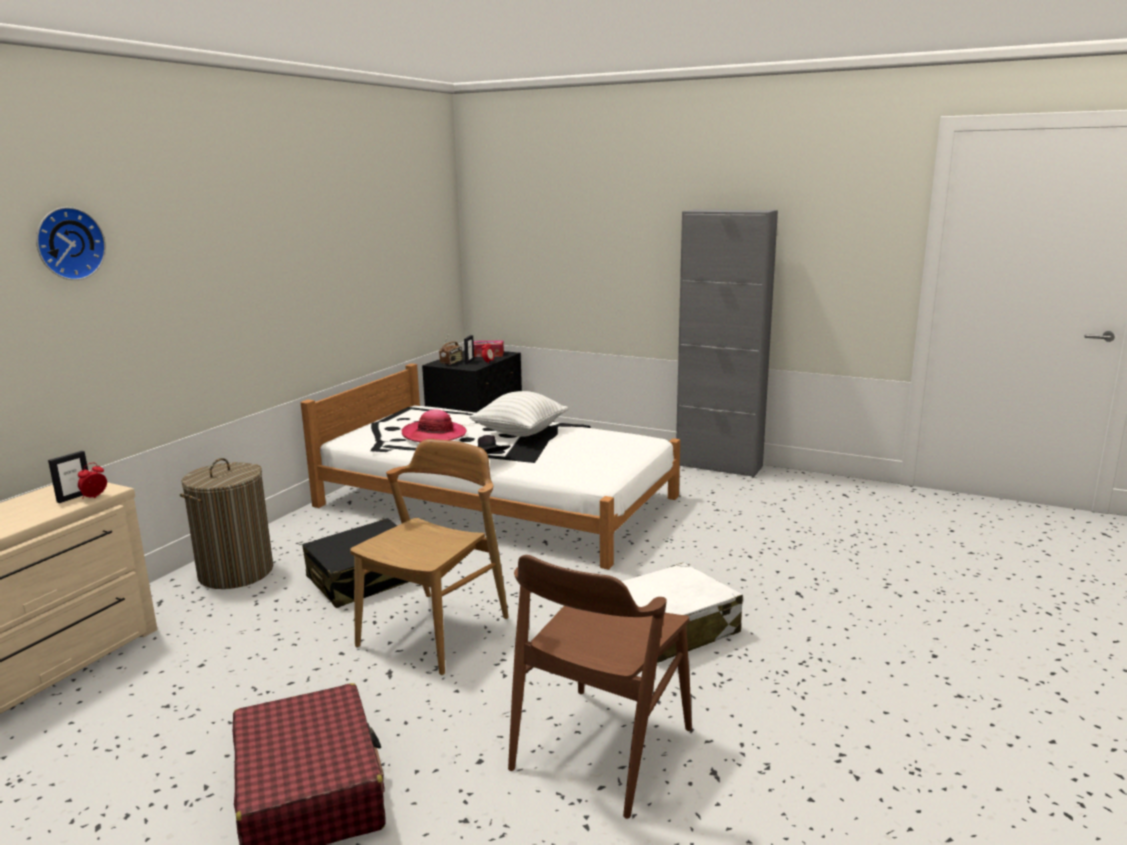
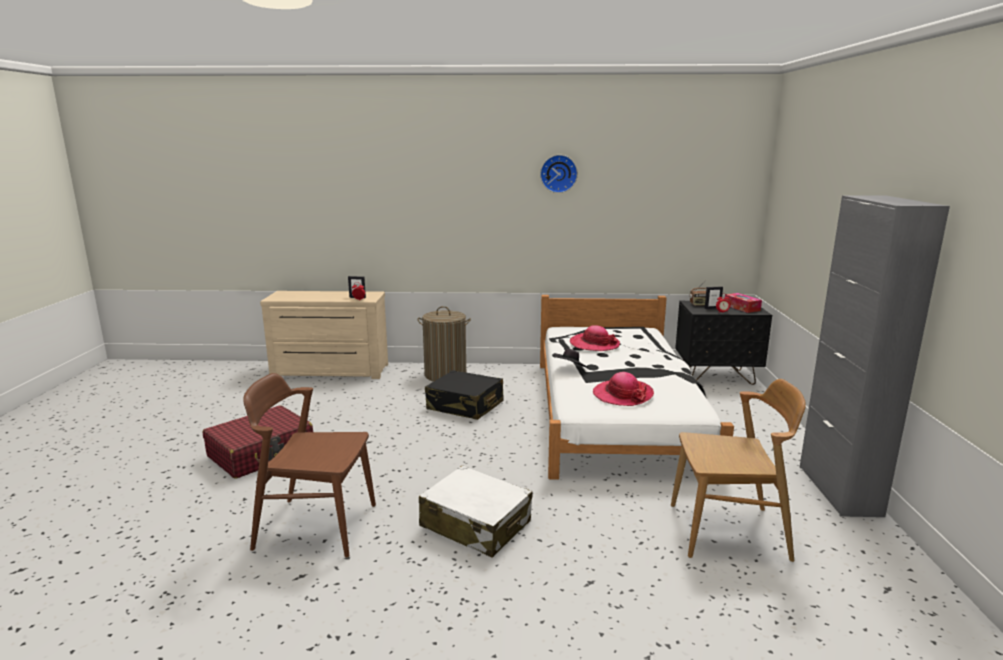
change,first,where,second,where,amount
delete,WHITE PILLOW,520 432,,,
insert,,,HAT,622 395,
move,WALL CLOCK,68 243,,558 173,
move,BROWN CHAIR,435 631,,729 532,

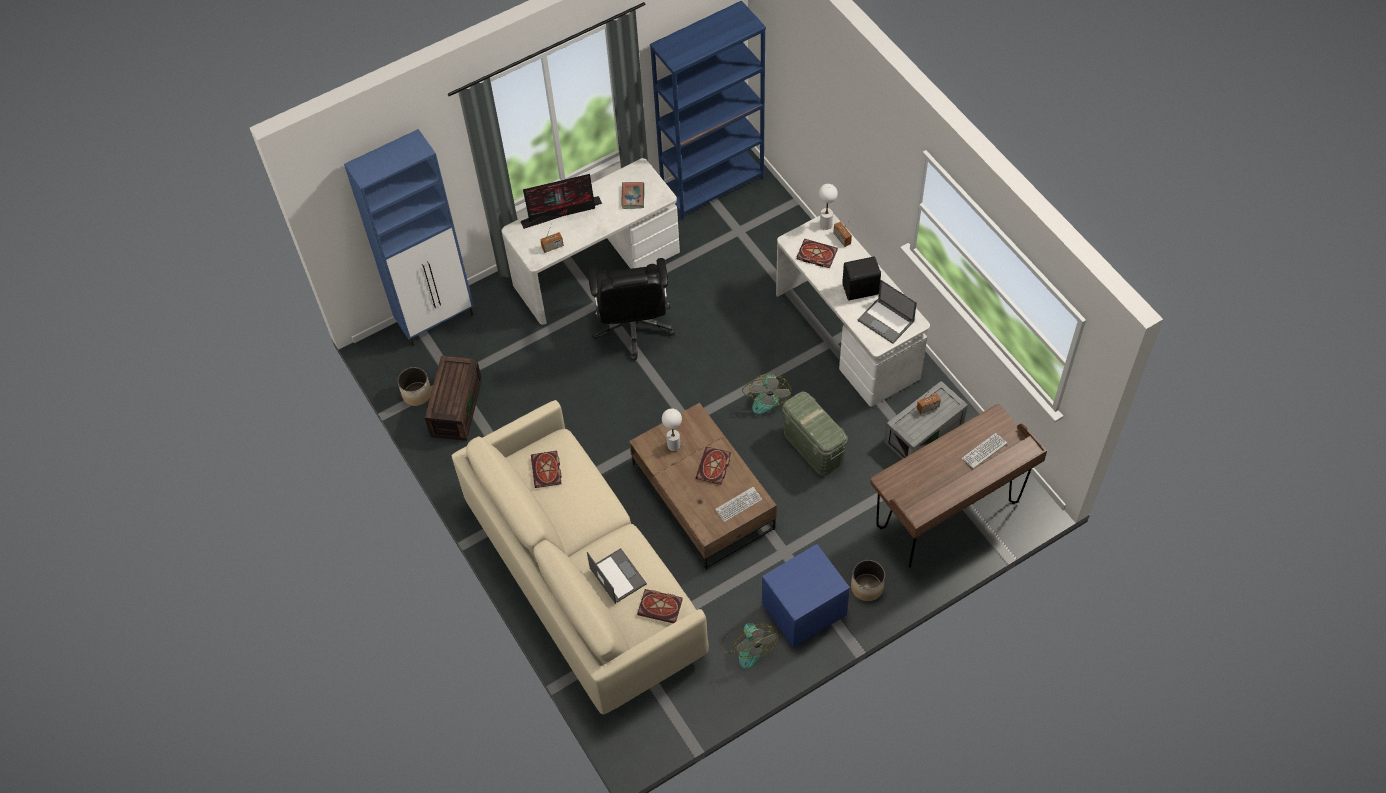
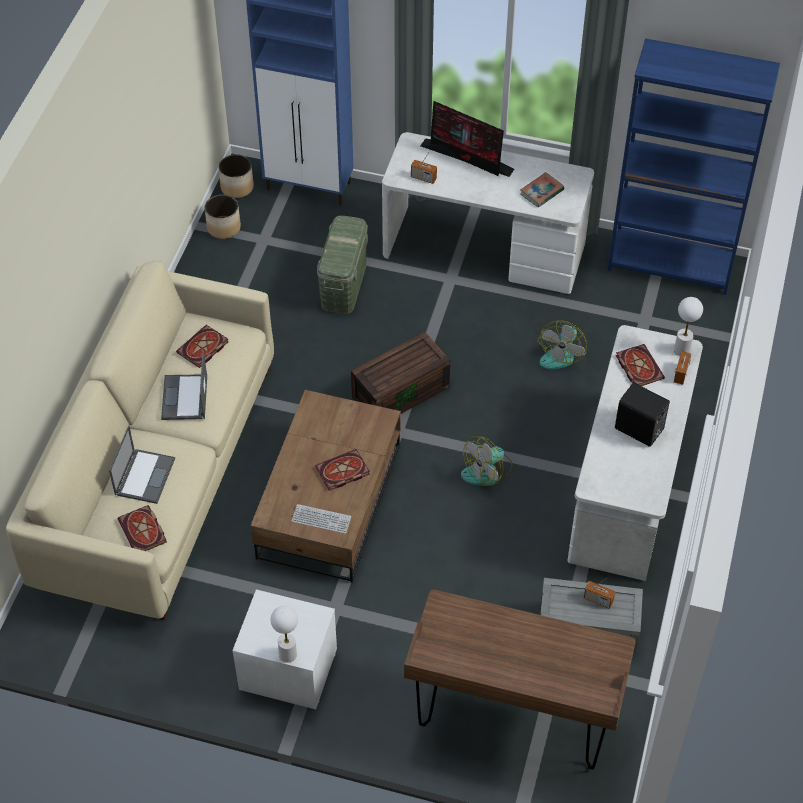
change,first,where,second,where,amount
delete,BLACK OFFICE CHAIR,633 328,,,
delete,KEYBOARD,984 451,,,
move,BROWN STORAGE BOX,455 406,,401 391,
move,WHITE TABLE LAMP,674 445,,288 654,
move,FAN,747 646,,560 353,
move,GREEN STORAGE BOX,812 447,,343 284,
move,PLANTER,866 587,,237 187,
move,LAPTOP,886 321,,185 398,
recolor,BLUE NIGHTSTAND,803 611,WHITE NIGHTSTAND,287 670,

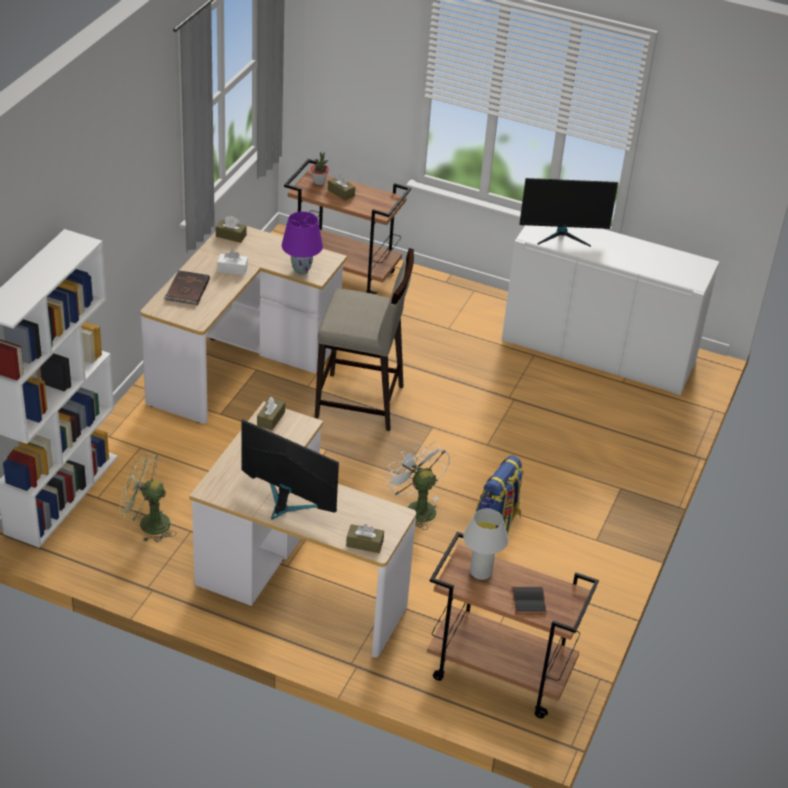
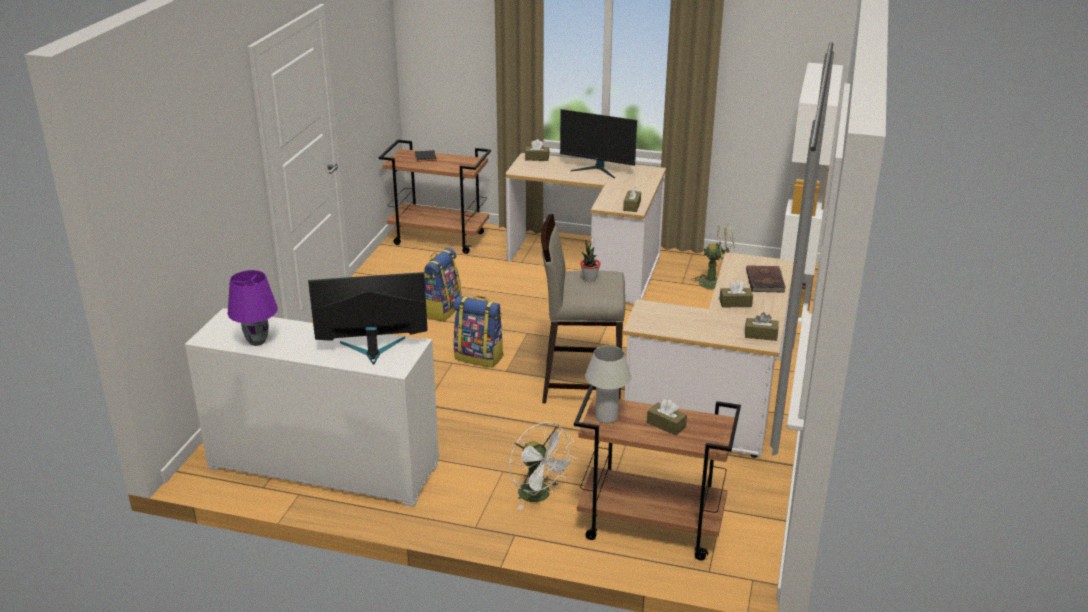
change,first,where,second,where,amount
insert,,,BACKPACK,479 357,
move,PURPLE TABLE LAMP,301 271,,257 341,
move,POTTED PLANT,319 182,,589 278,
move,WHITE FAN,416 508,,540 496,
move,WHITE TABLE LAMP,481 572,,606 417,
recolor,WHITE TISSUE BOX,232 269,BROWN TISSUE BOX,735 303,

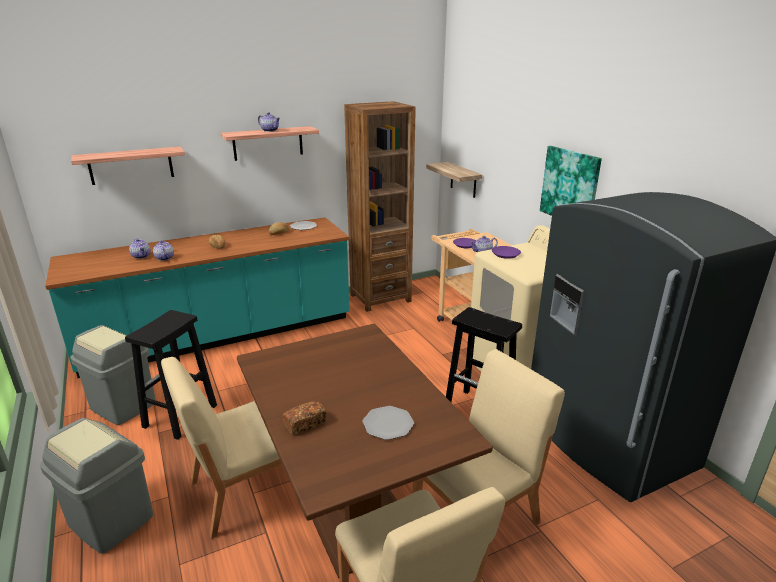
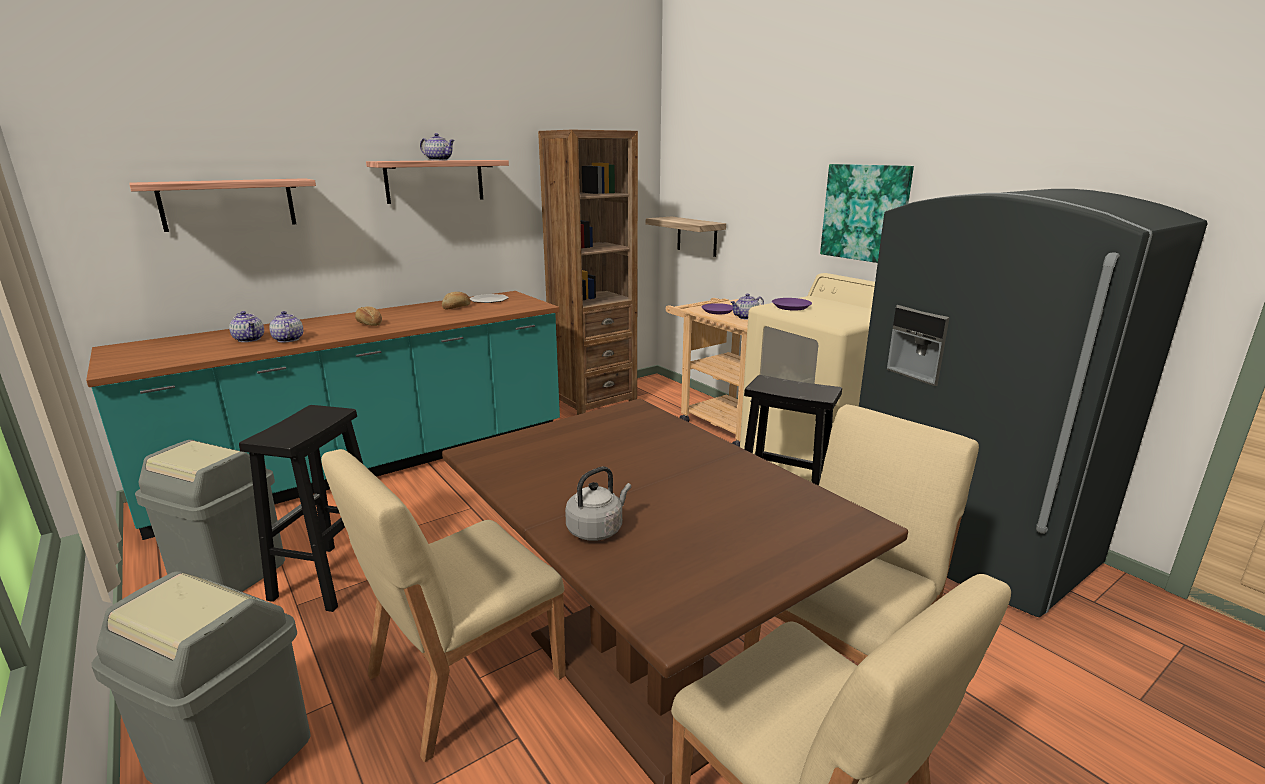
change,first,where,second,where,amount
delete,PLATE,388 424,,,
replace,BREAD,305 424,GREY KETTLE,597 529,

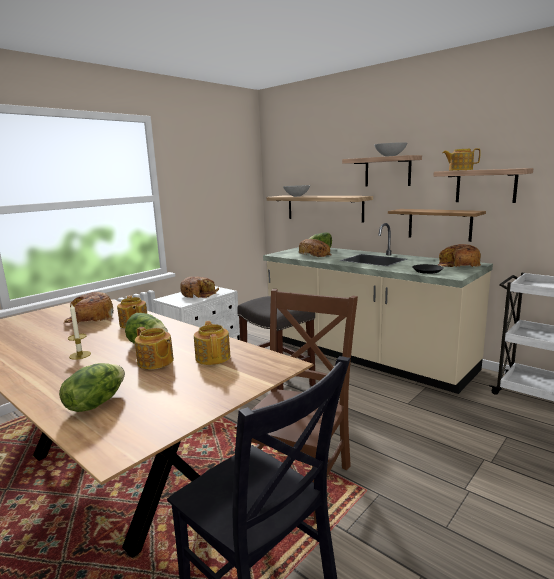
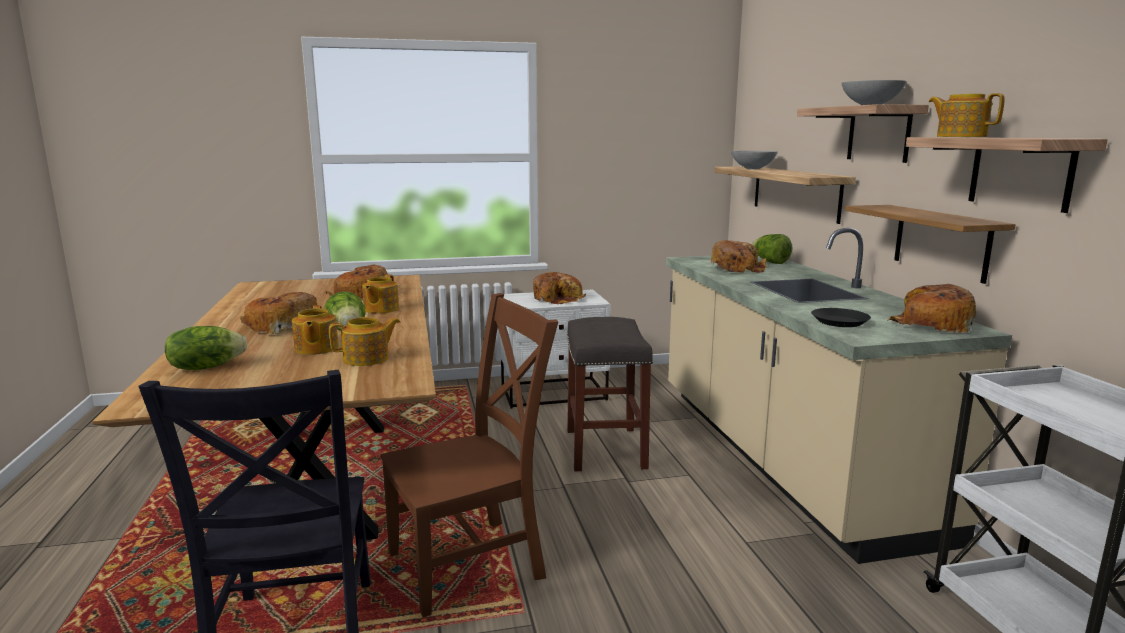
change,first,where,second,where,amount
replace,CANDLE,80 355,BREAD,281 326,
rotate,TEAPOT,213 357,,367 359,45 degrees clockwise

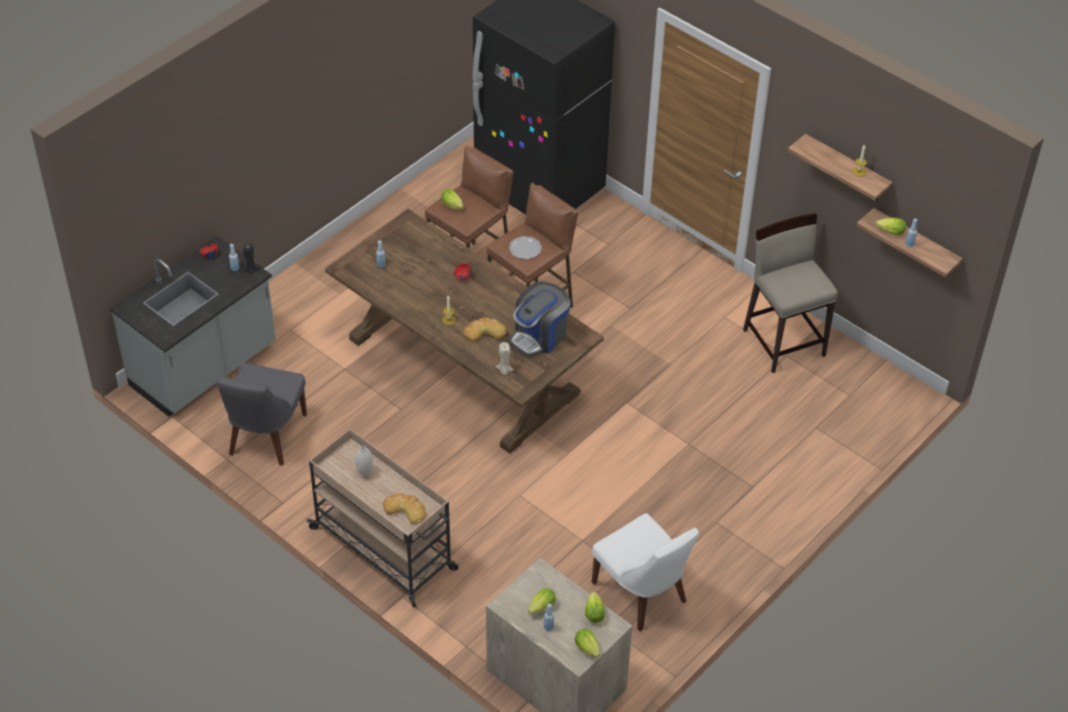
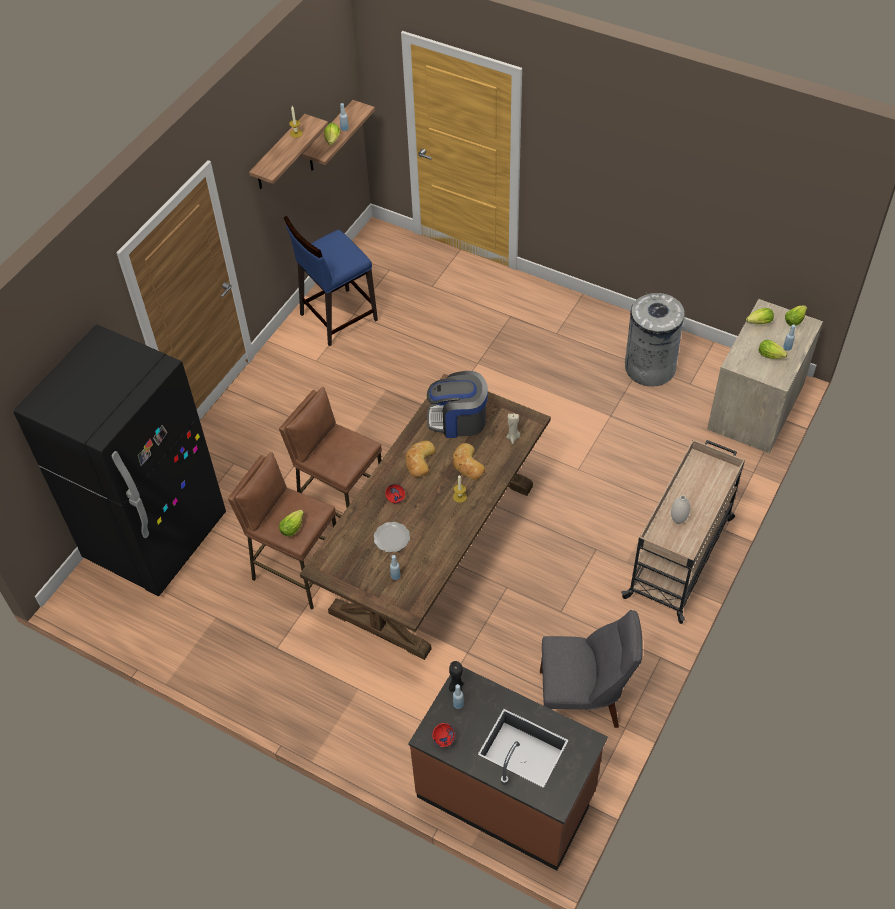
change,first,where,second,where,amount
move,BREAD,405 510,,419 460,
move,PLATE,525 248,,391 537,
replace,WHITE CHAIR,642 594,GREY TRASH CAN,649 367,
recolor,GREY COUNTER,204 368,BROWN COUNTER,506 794,
recolor,BEIGE STOOL,784 342,BLUE STOOL,337 317,
rotate,COFFEE MACHINE,539 335,,458 420,150 degrees clockwise

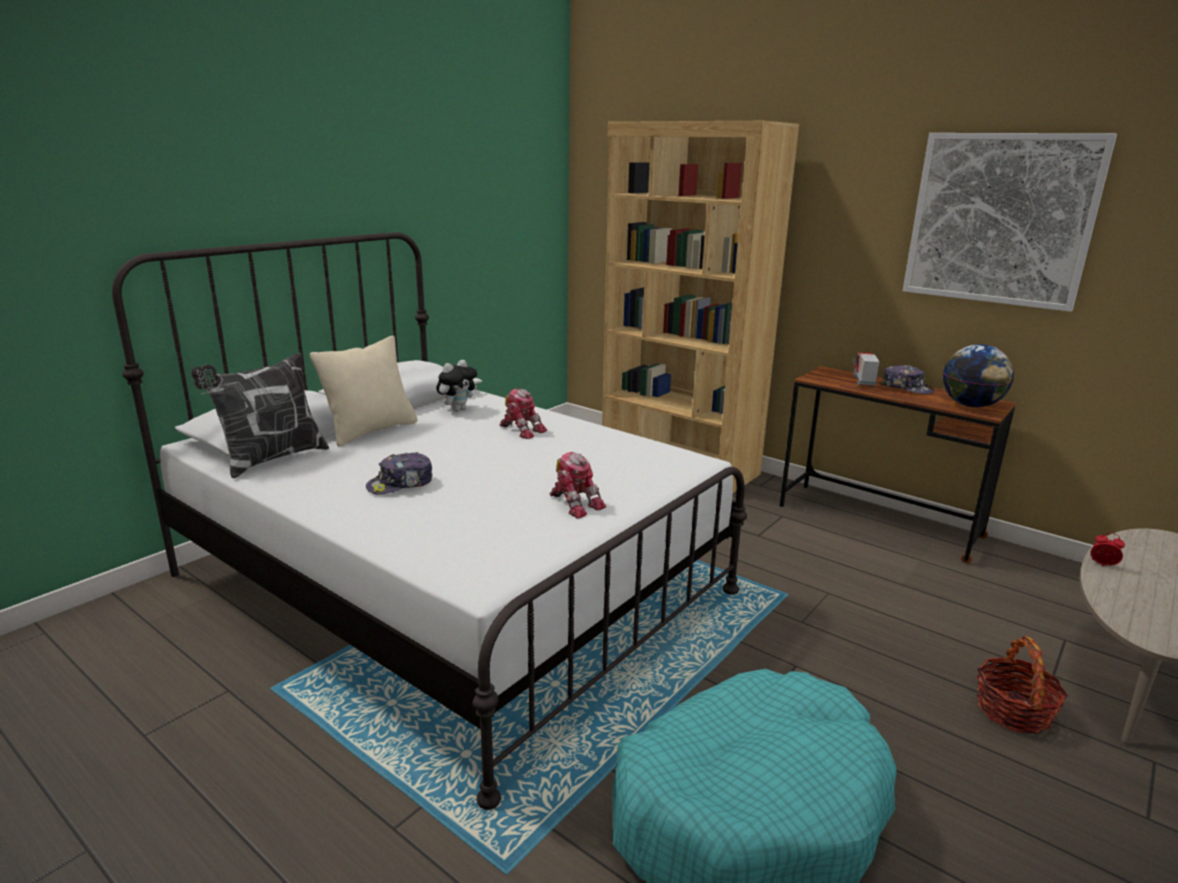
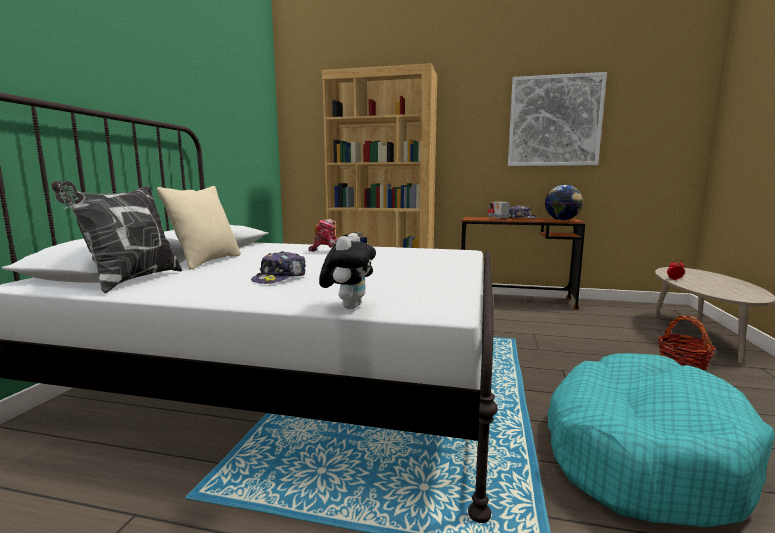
change,first,where,second,where,amount
delete,TOY ROBOT,575 503,,,
move,PLUSH TOY,458 409,,349 306,

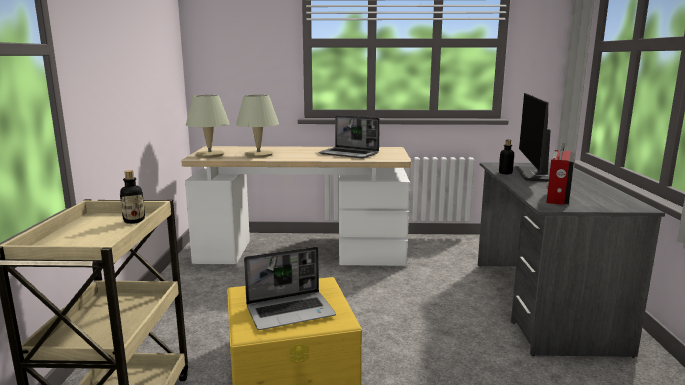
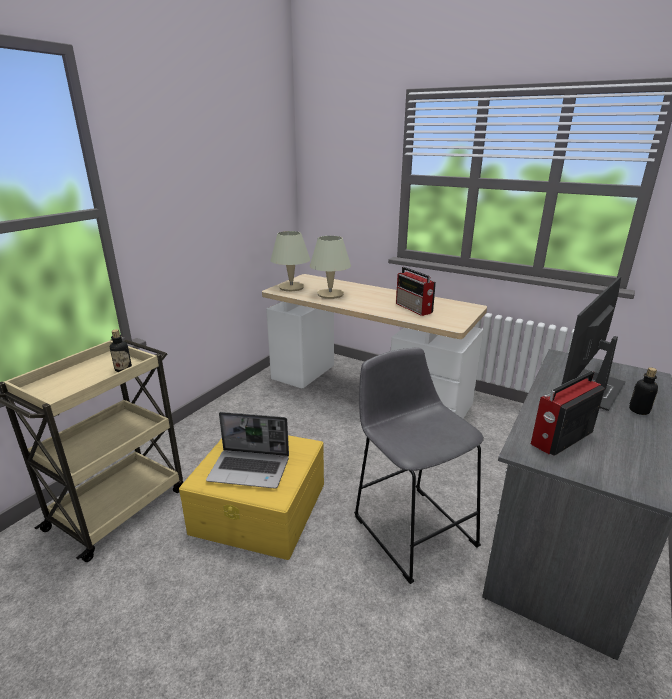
change,first,where,second,where,amount
insert,,,GREY STOOL,411 526,
move,BOTTLE,505 173,,639 410,
replace,LAPTOP,350 154,RADIO,414 308,

